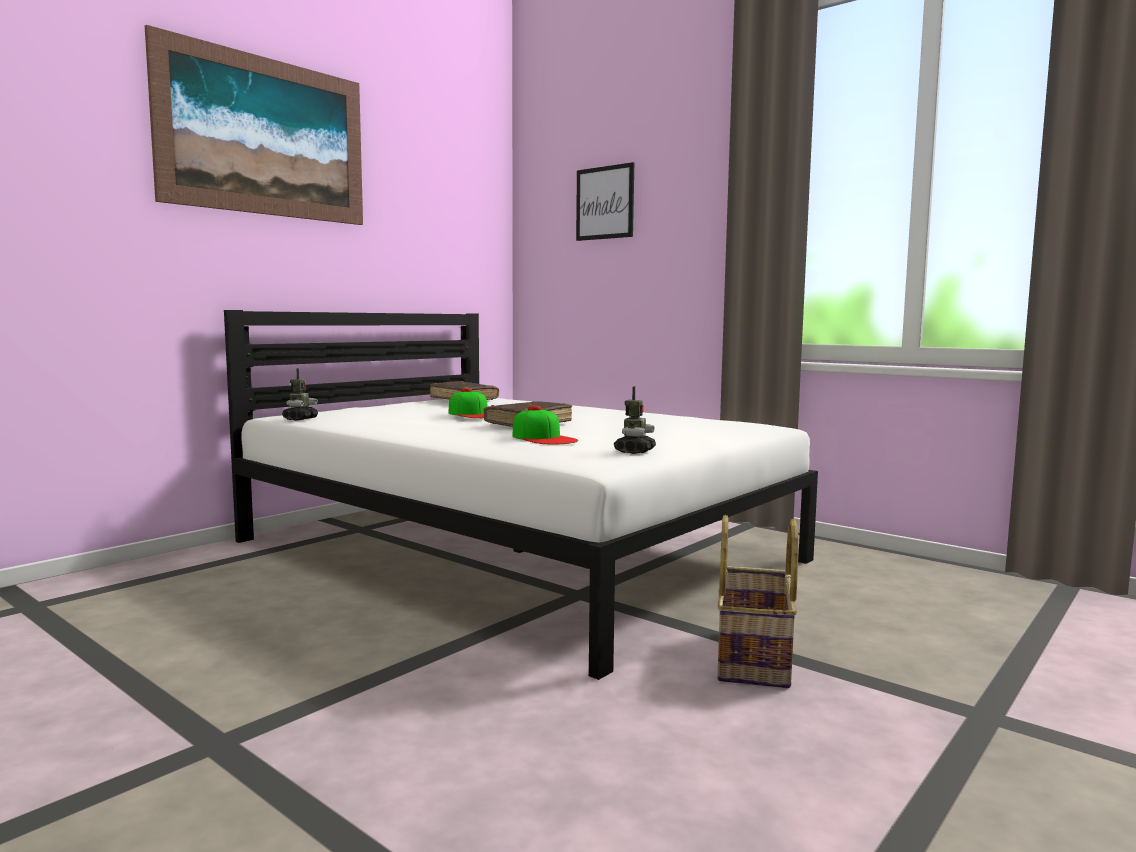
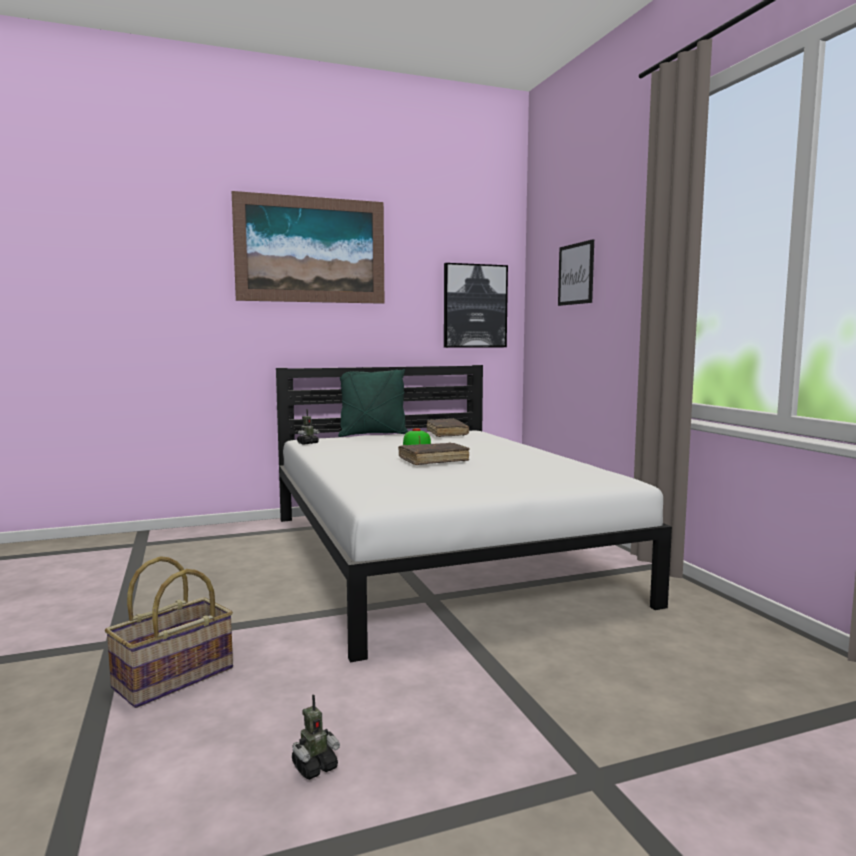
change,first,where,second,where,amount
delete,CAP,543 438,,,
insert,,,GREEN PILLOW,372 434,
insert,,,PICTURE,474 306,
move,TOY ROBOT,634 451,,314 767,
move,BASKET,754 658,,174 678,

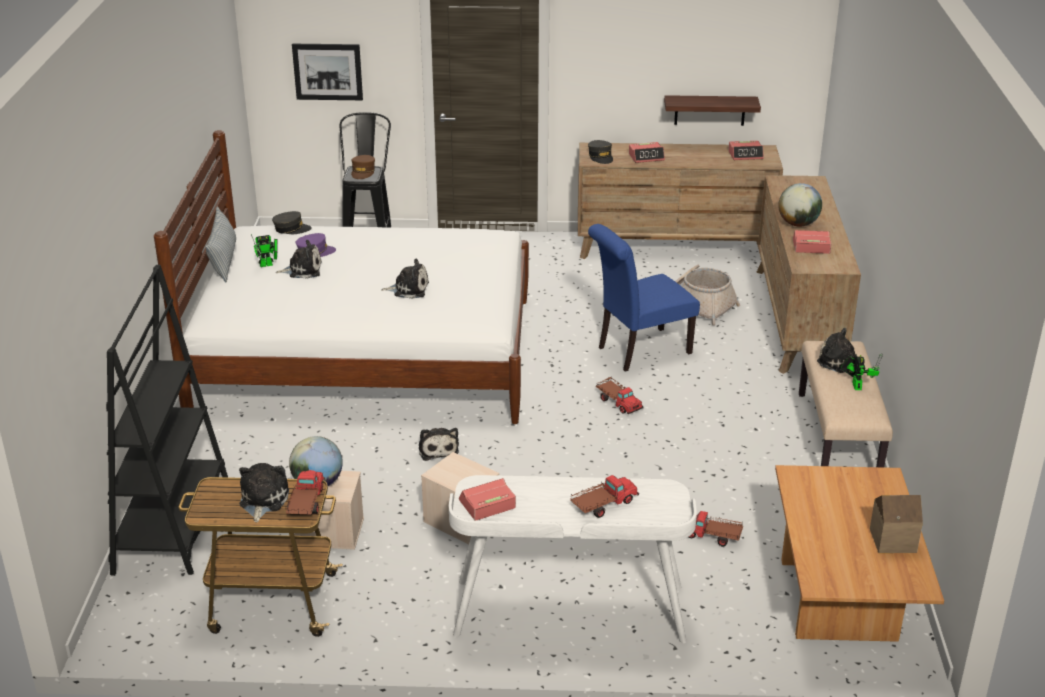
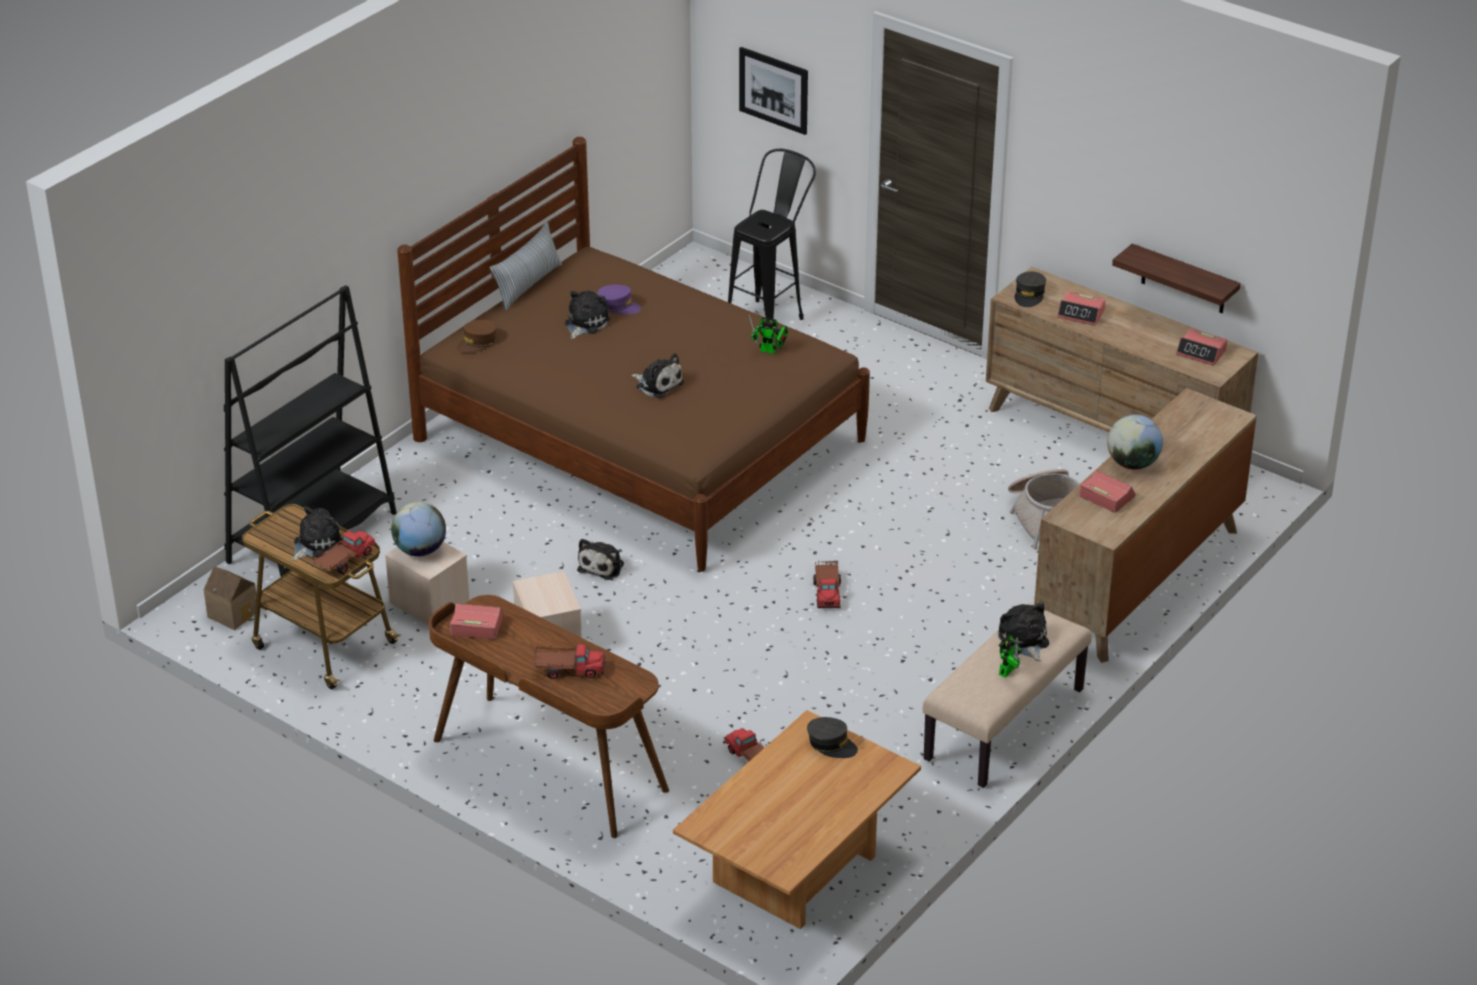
change,first,where,second,where,amount
delete,BLUE CHAIR,639 351,,,
move,TOY ROBOT,268 264,,770 351,
move,GREY CAP,291 229,,831 744,
move,BROWN CAP,363 172,,477 342,
move,TOY HOUSE,891 539,,234 613,
recolor,WHITE BED,367 357,BROWN BED,640 440,
recolor,WHITE DESK,569 612,BROWN DESK,548 766,
rotate,PLUSH TOY,303 270,,585 323,90 degrees counterclockwise

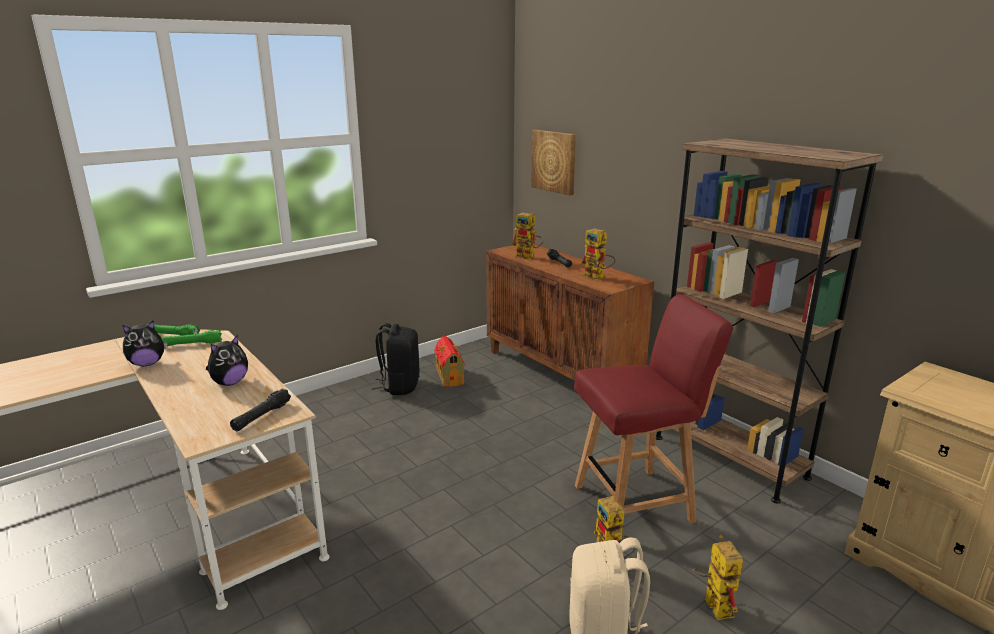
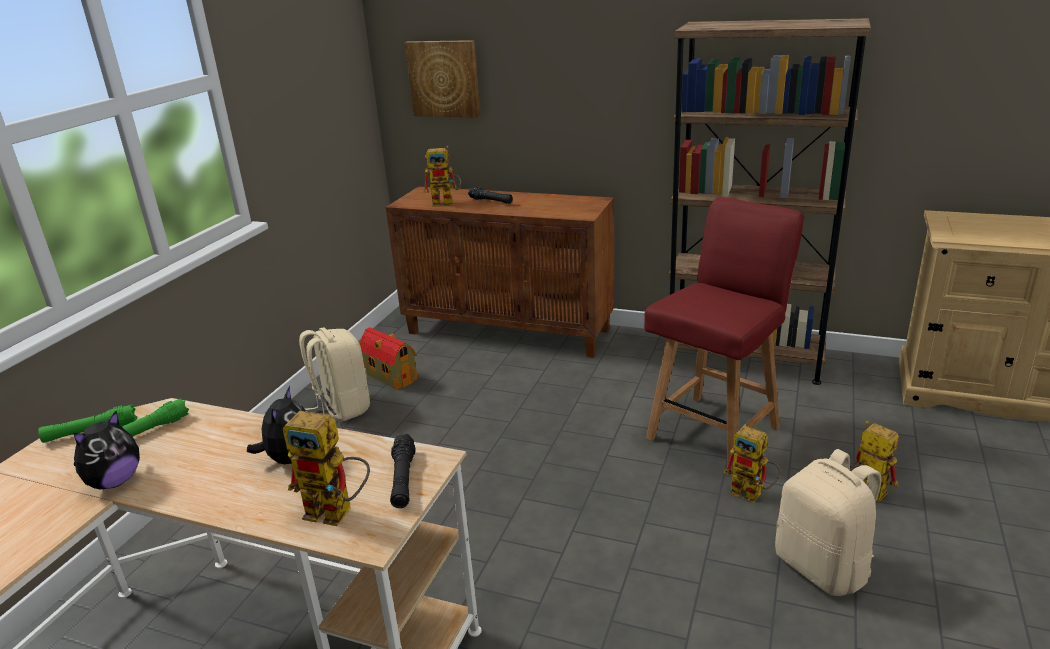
change,first,where,second,where,amount
move,TOY ROBOT,597 277,,338 512,
recolor,BLACK BACKPACK,399 386,BEIGE BACKPACK,341 407,

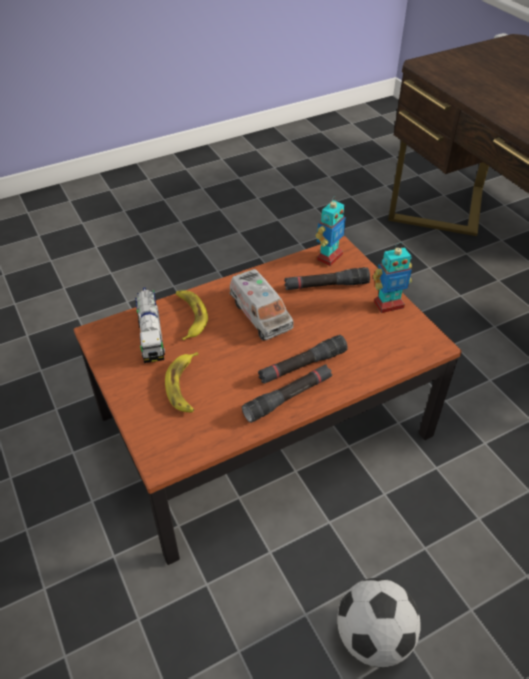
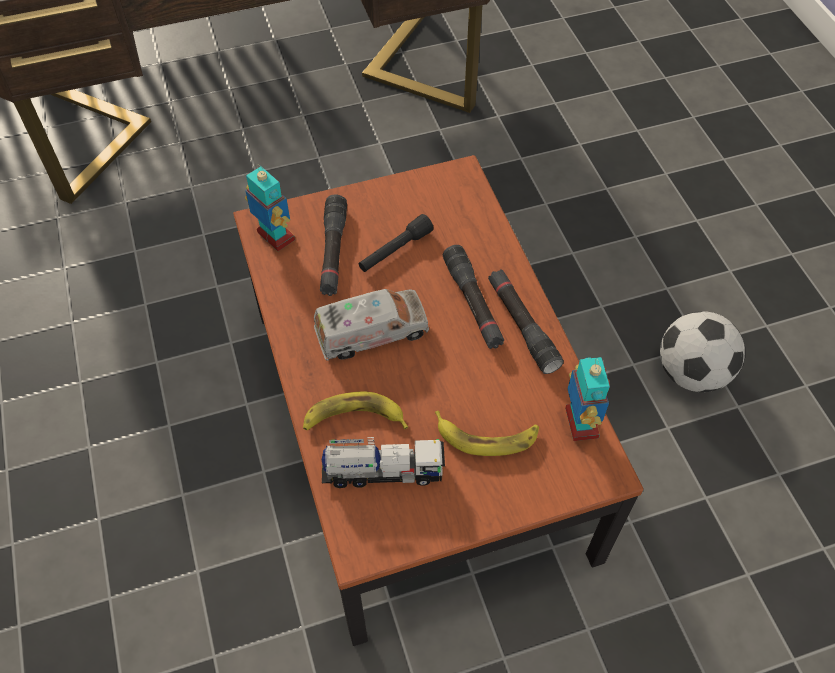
change,first,where,second,where,amount
insert,,,BLACK FLASHLIGHT,395 251,
move,TOY ROBOT,388 304,,580 423,

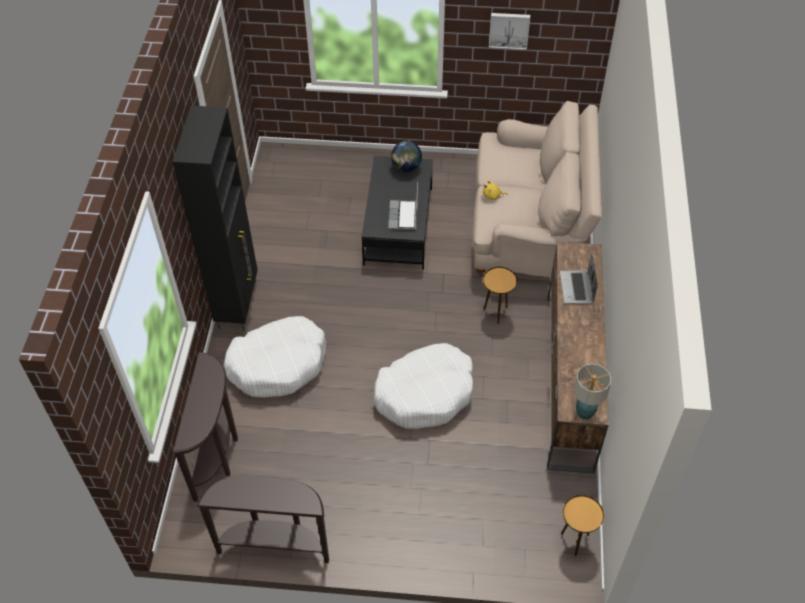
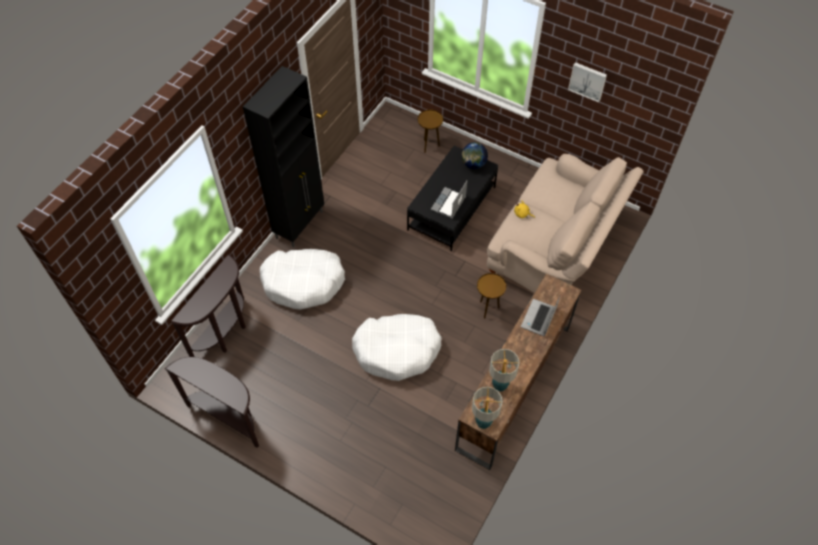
change,first,where,second,where,amount
insert,,,TABLE LAMP,500 385,
move,BROWN SIDE TABLE,575 541,,429 146,

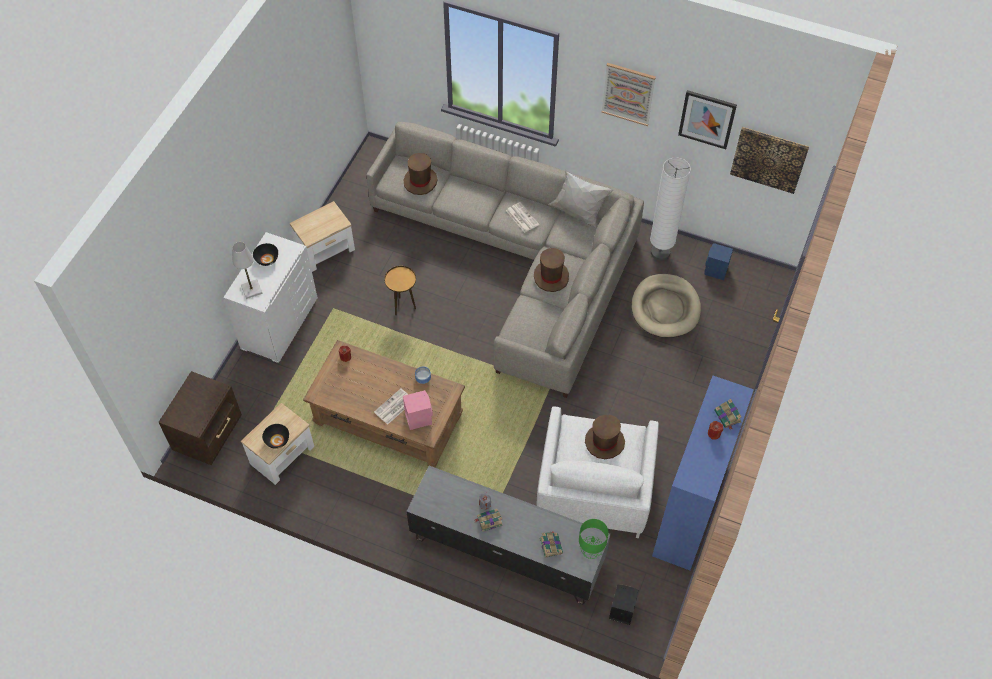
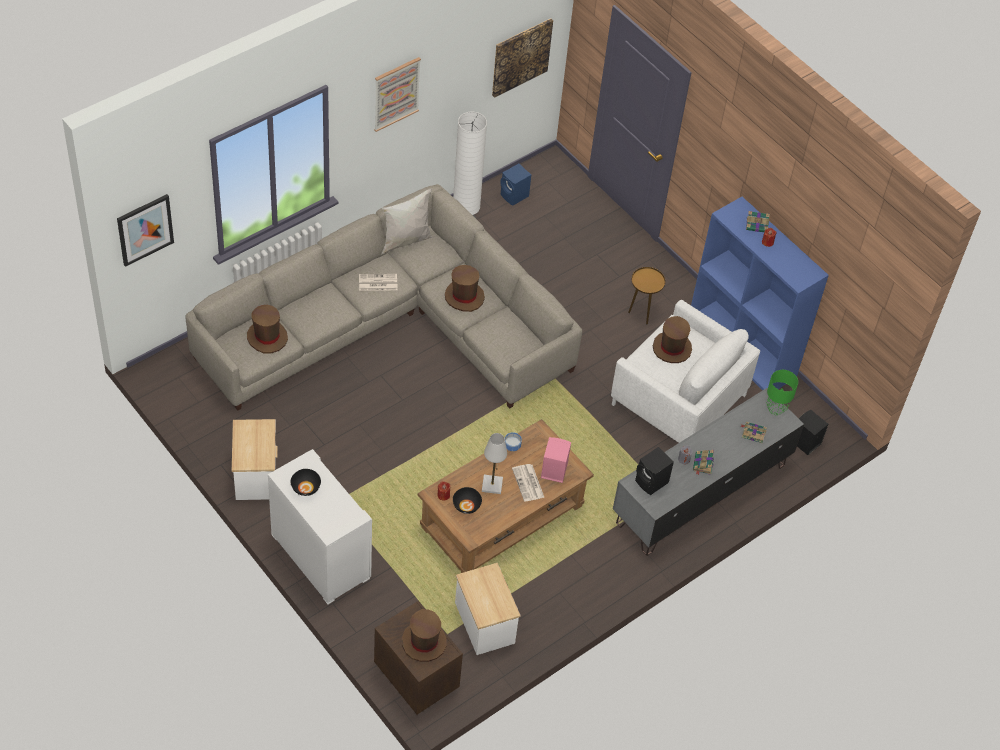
change,first,where,second,where,amount
delete,BEIGE DOG BED,665 308,,,
insert,,,BROWN HAT,423 642,
insert,,,BLACK SPEAKER,652 482,
move,WHITE TABLE LAMP,252 290,,492 485,
move,BLACK BOWL,277 440,,466 506,
move,BROWN SIDE TABLE,403 306,,641 314,
move,PICTURE,707 119,,145 229,

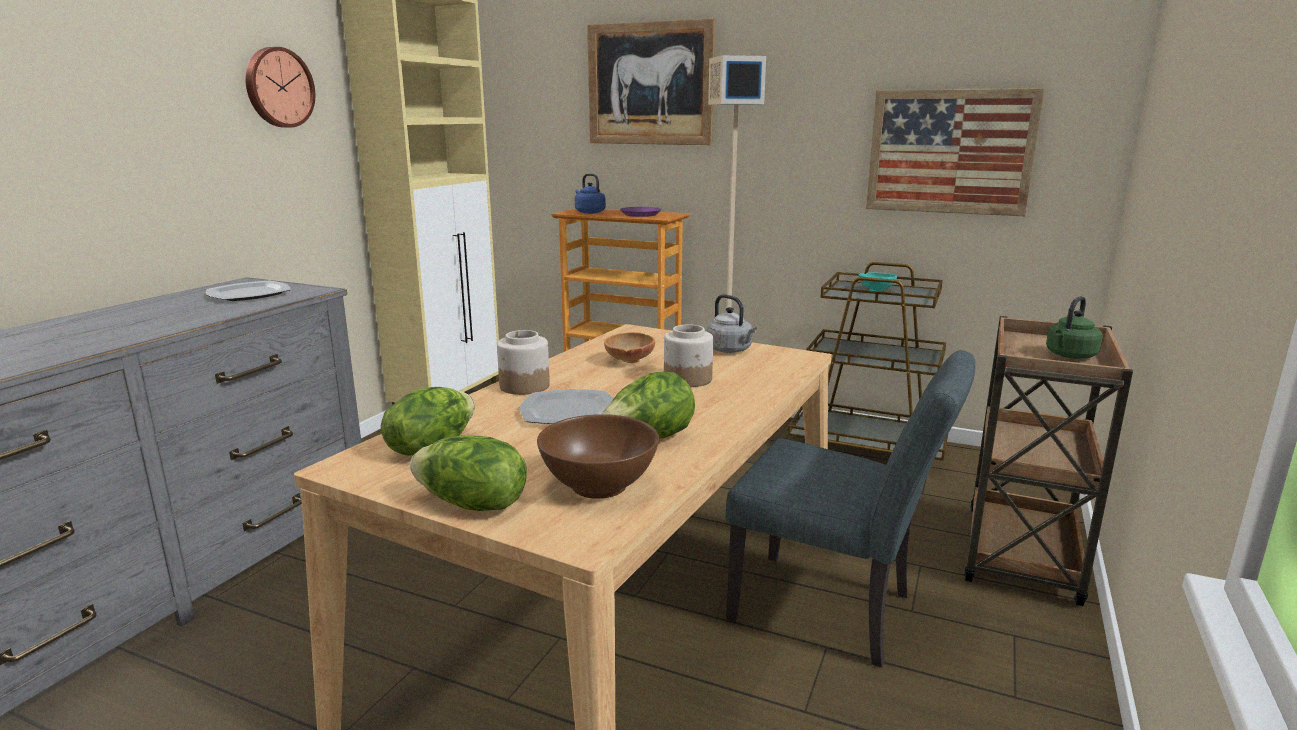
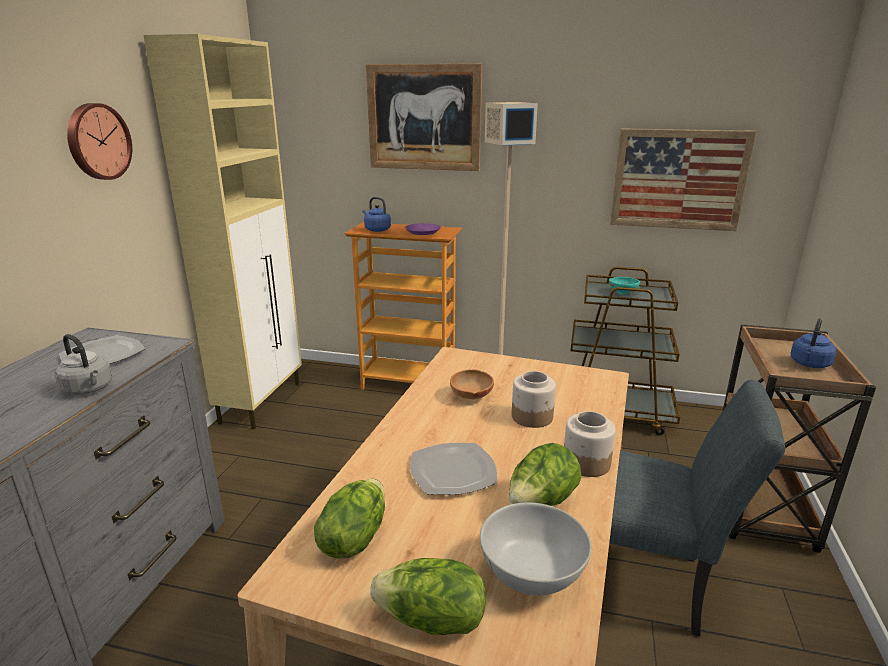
change,first,where,second,where,amount
move,JAR,524 386,,585 462,
move,GREY KETTLE,731 350,,89 389,
recolor,BROWN BOWL,600 486,WHITE BOWL,532 575,
recolor,GREEN KETTLE,1069 356,BLUE KETTLE,809 364,

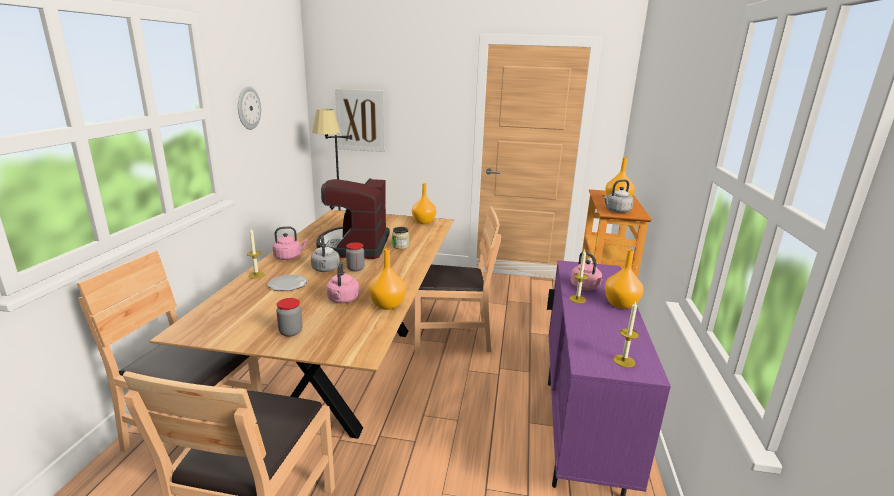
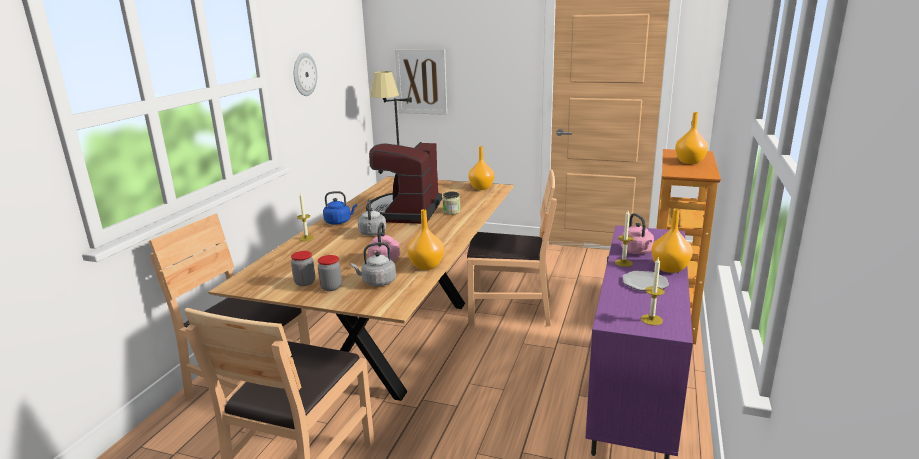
change,first,where,second,where,amount
move,PLATE,288 284,,645 283,
move,JAR,355 268,,305 282,
move,GREY KETTLE,616 211,,377 282,
recolor,PINK KETTLE,289 257,BLUE KETTLE,339 222,

